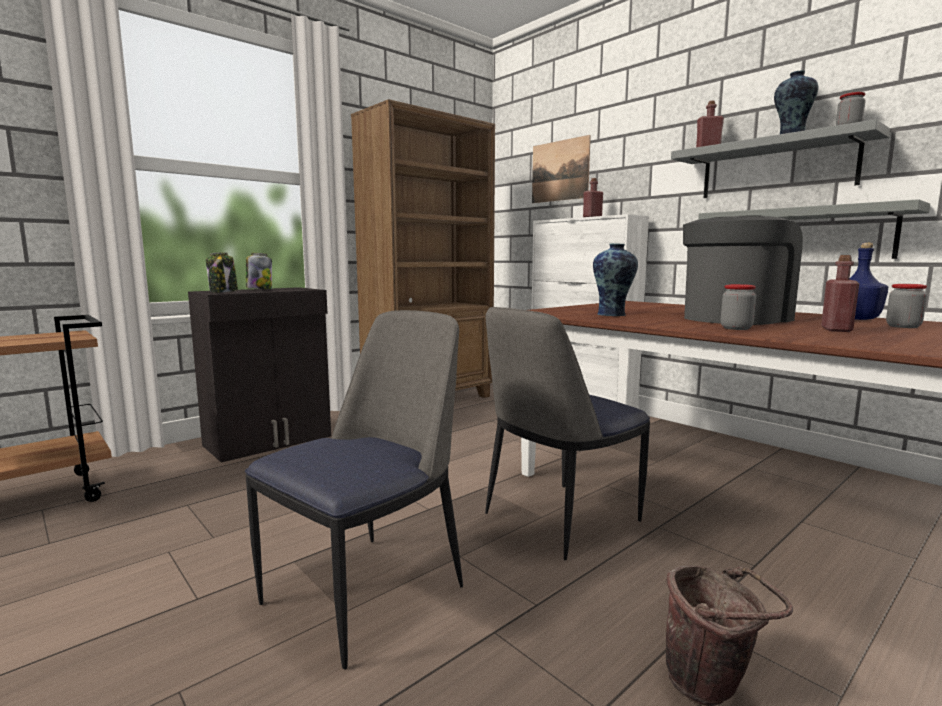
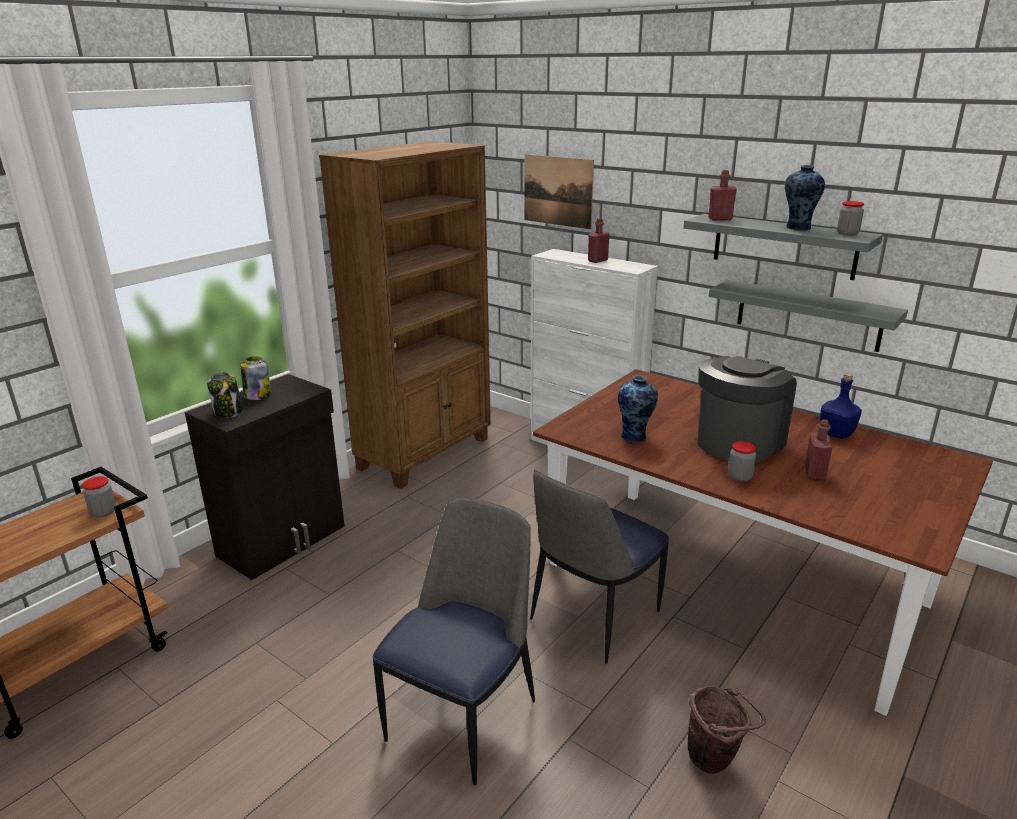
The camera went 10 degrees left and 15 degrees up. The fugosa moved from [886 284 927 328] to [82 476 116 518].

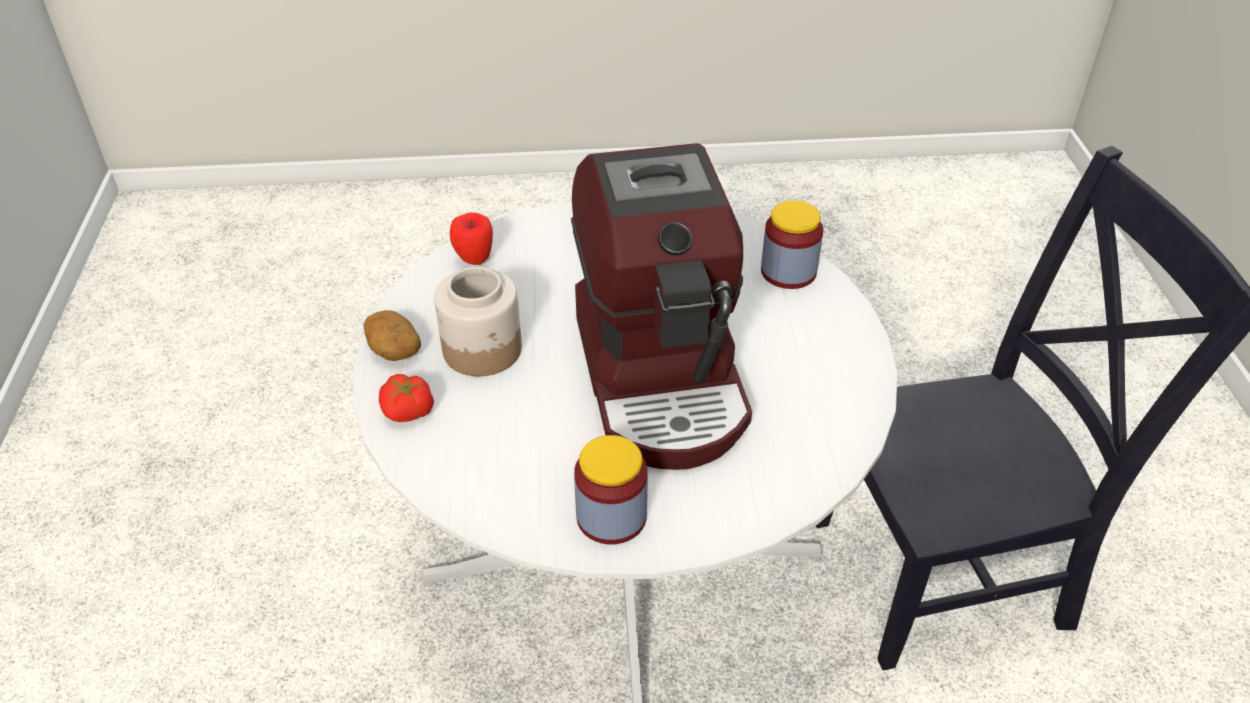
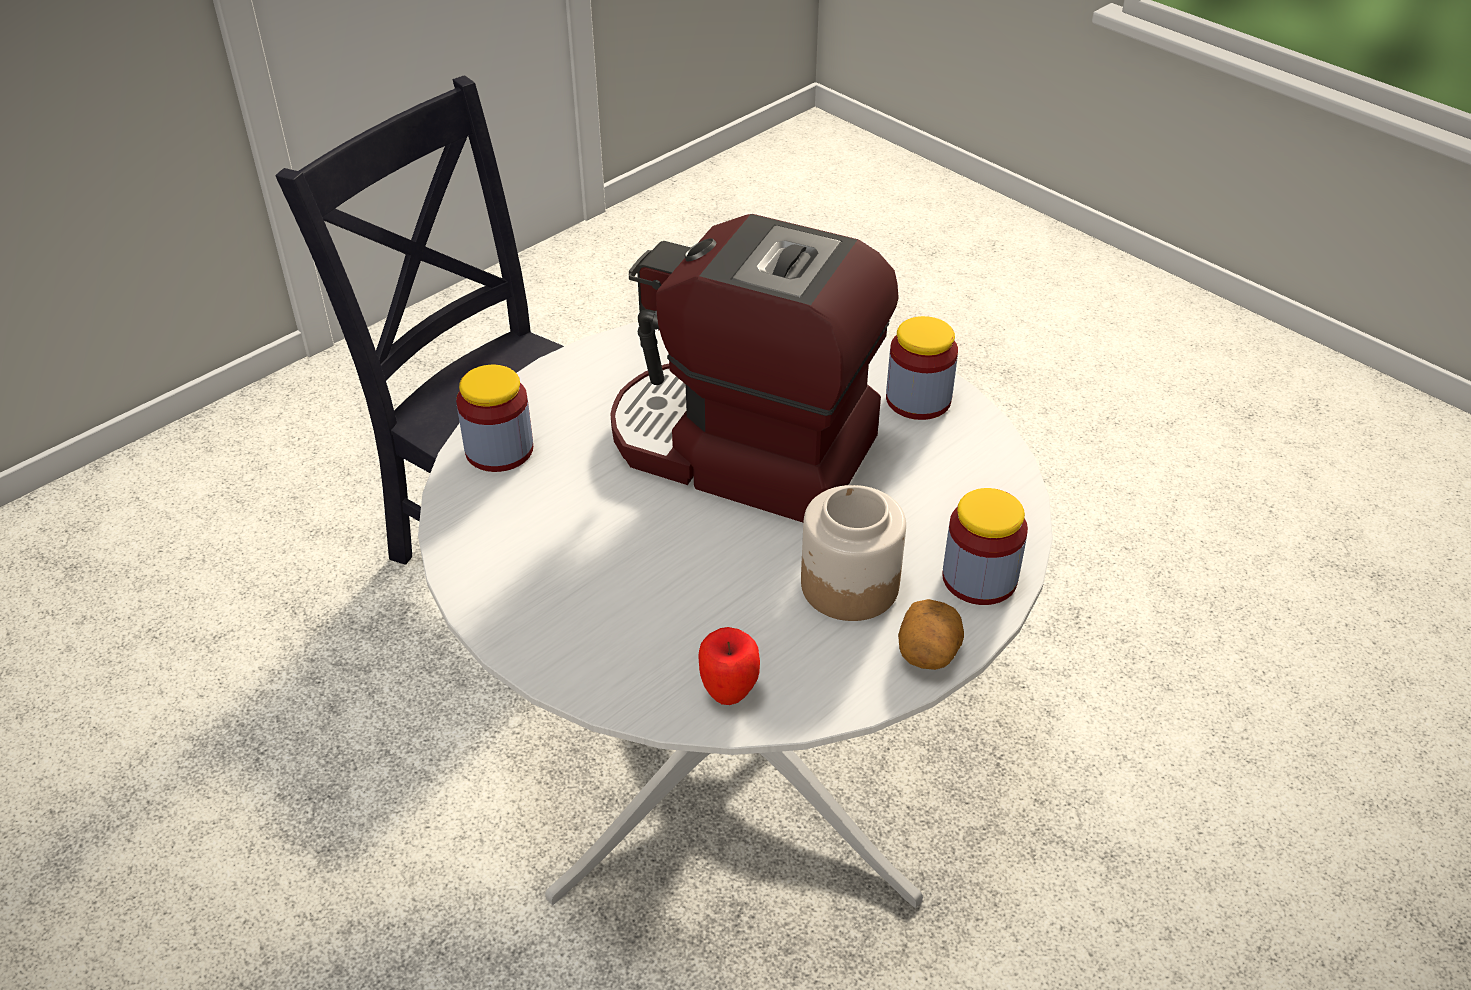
The camera went 130 degrees left and 0 degrees up. The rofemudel at [571 143 752 470] turned 105 degrees counterclockwise. The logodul at [379 374 434 422] was replaced by the fugosa at [942 488 1028 605].

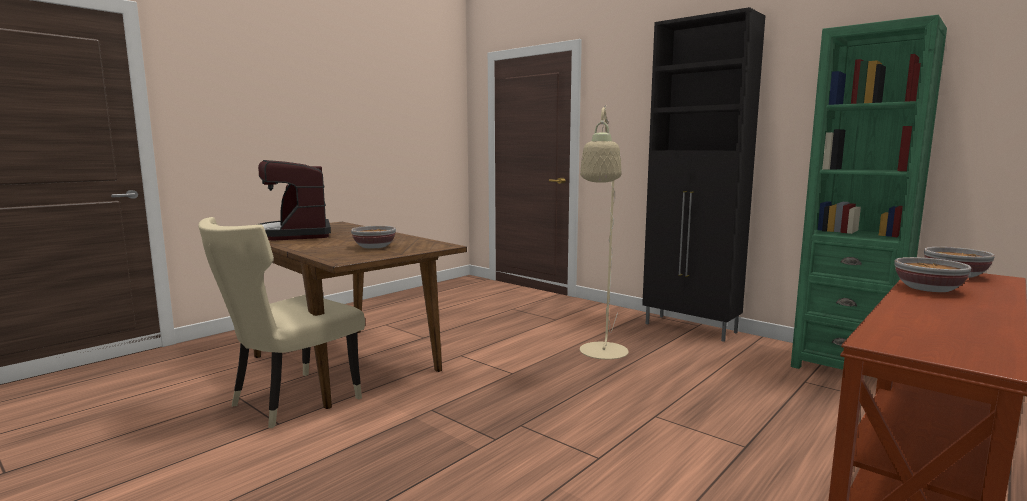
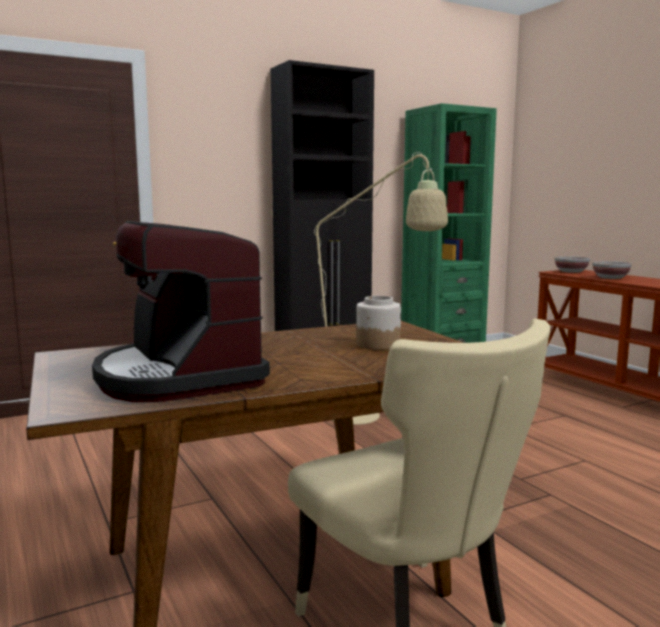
The camera went 70 degrees left and 0 degrees up. The rofemudel at [257 160 331 240] turned 60 degrees clockwise. The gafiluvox at [351 226 396 248] was replaced by the fugosa at [356 296 401 350].

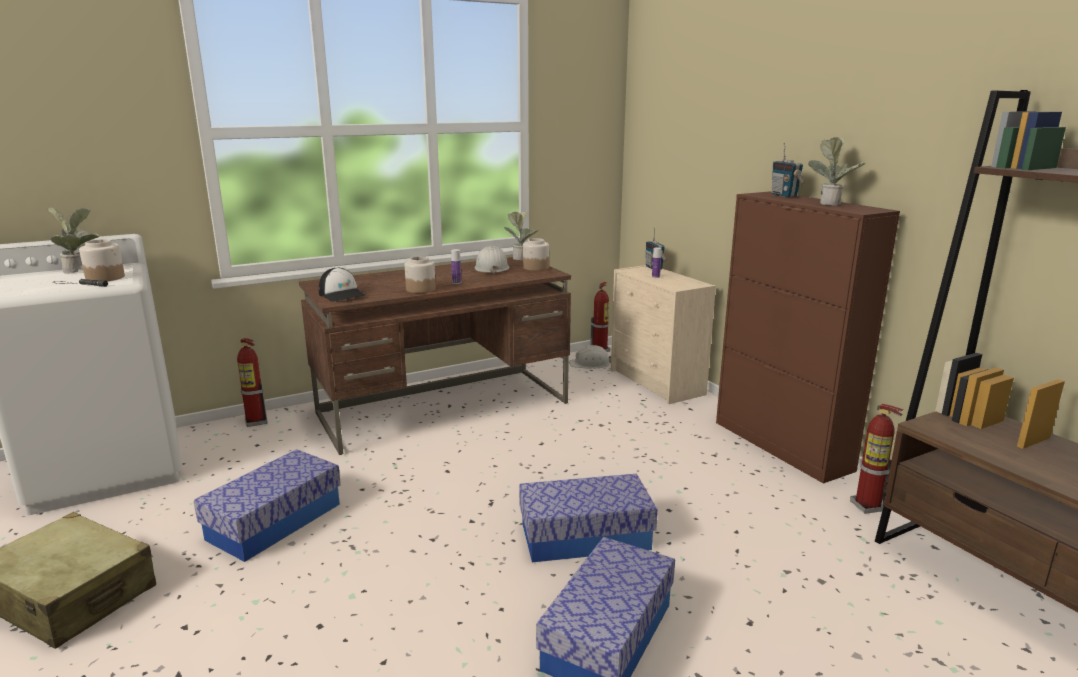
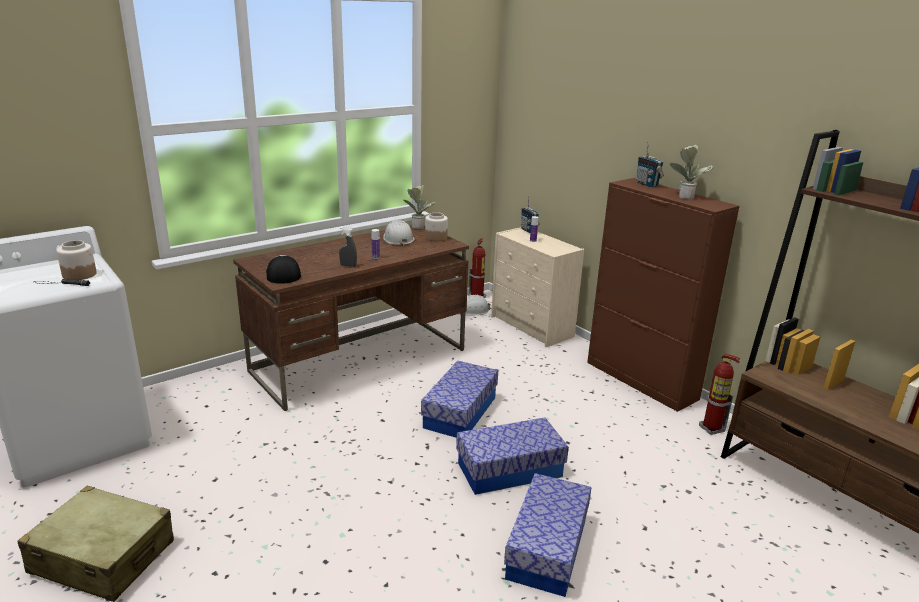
The camera went 10 degrees left and 5 degrees up. The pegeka at [319 267 367 302] turned 150 degrees counterclockwise. The fugosa at [405 256 436 293] was replaced by the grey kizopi at [339 227 357 267]. The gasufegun moved from [194 449 341 562] to [421 360 498 438]. The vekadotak at [48 207 99 274] disappeared. The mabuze at [237 338 268 427] disappeared.

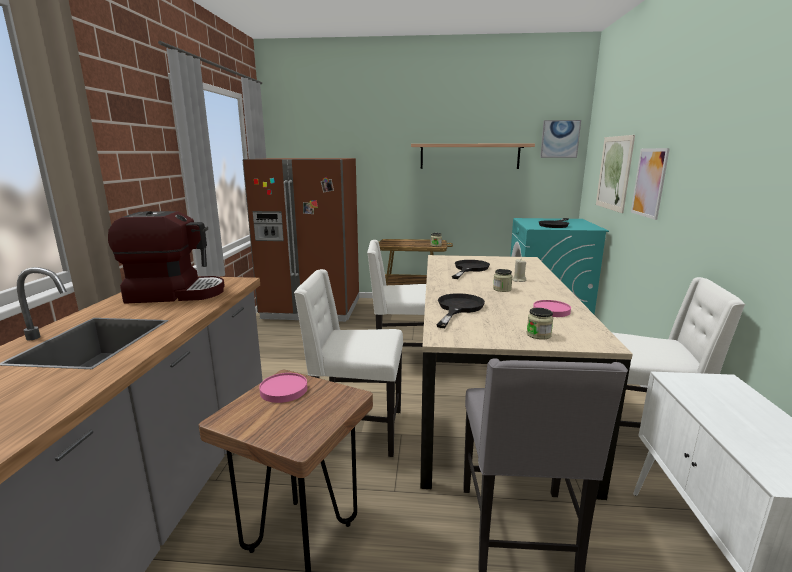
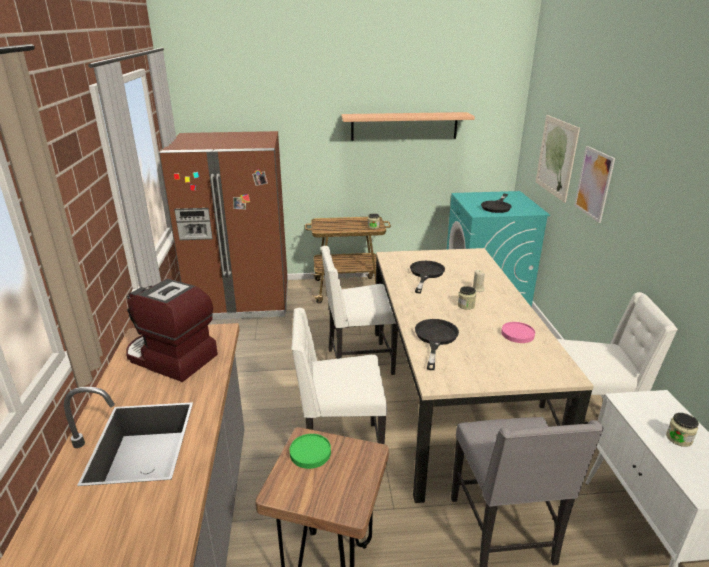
The camera went 10 degrees left and 10 degrees up. The rofemudel at [108 211 225 304] turned 135 degrees counterclockwise. The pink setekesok at [259 373 307 403] became the green setekesok at [290 434 331 469]. The fugosa moved from [527 308 553 340] to [666 413 699 447]. The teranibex at [540 120 581 158] disappeared.

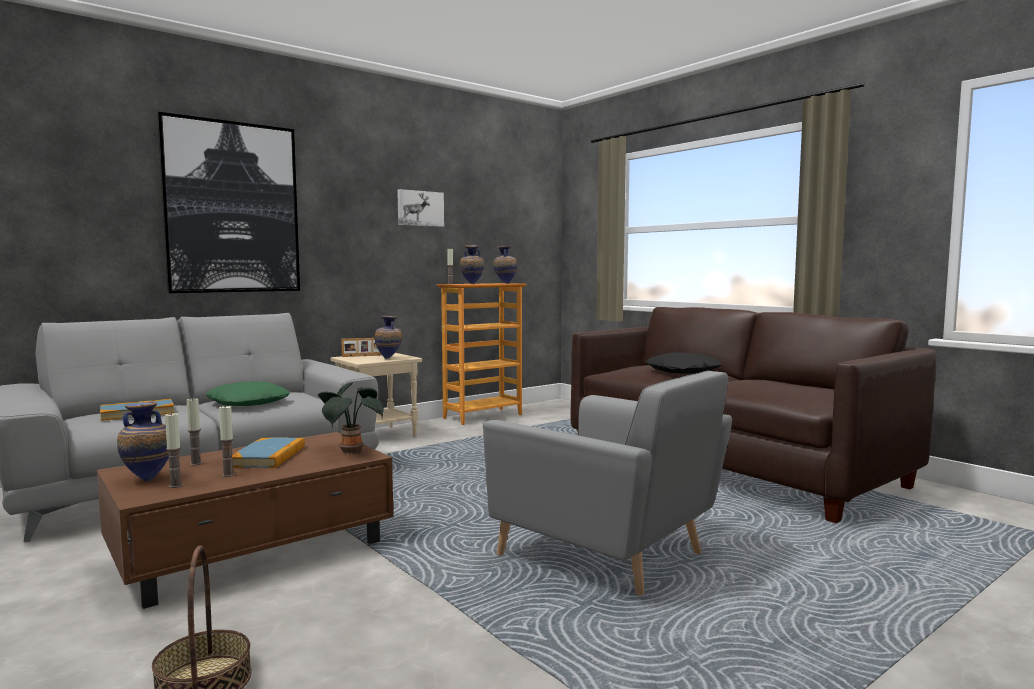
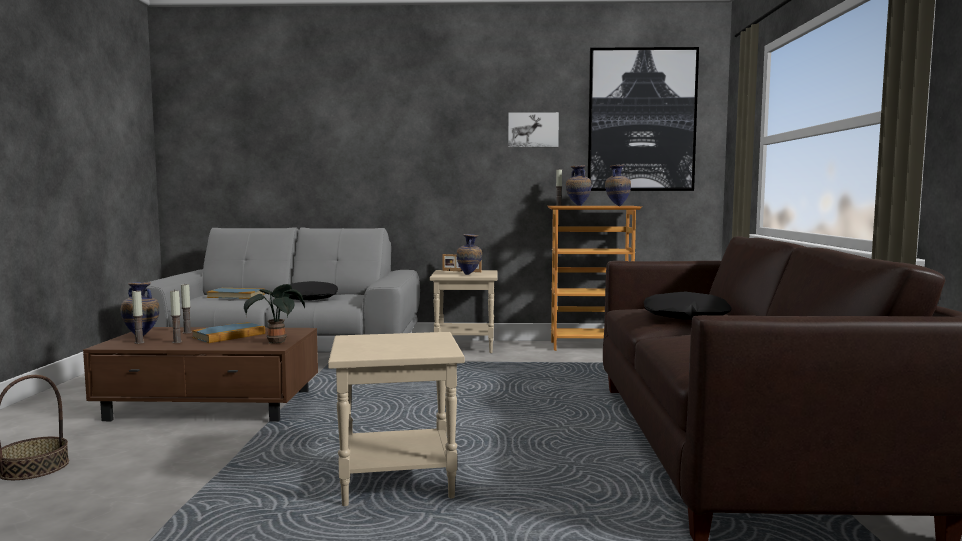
The camera went 40 degrees right and 0 degrees up. The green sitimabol at [205 381 290 406] became the black sitimabol at [289 281 338 300]. The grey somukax at [483 370 732 595] was replaced by the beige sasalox at [328 332 465 506]. The teranibex moved from [157 112 300 293] to [588 47 699 191].

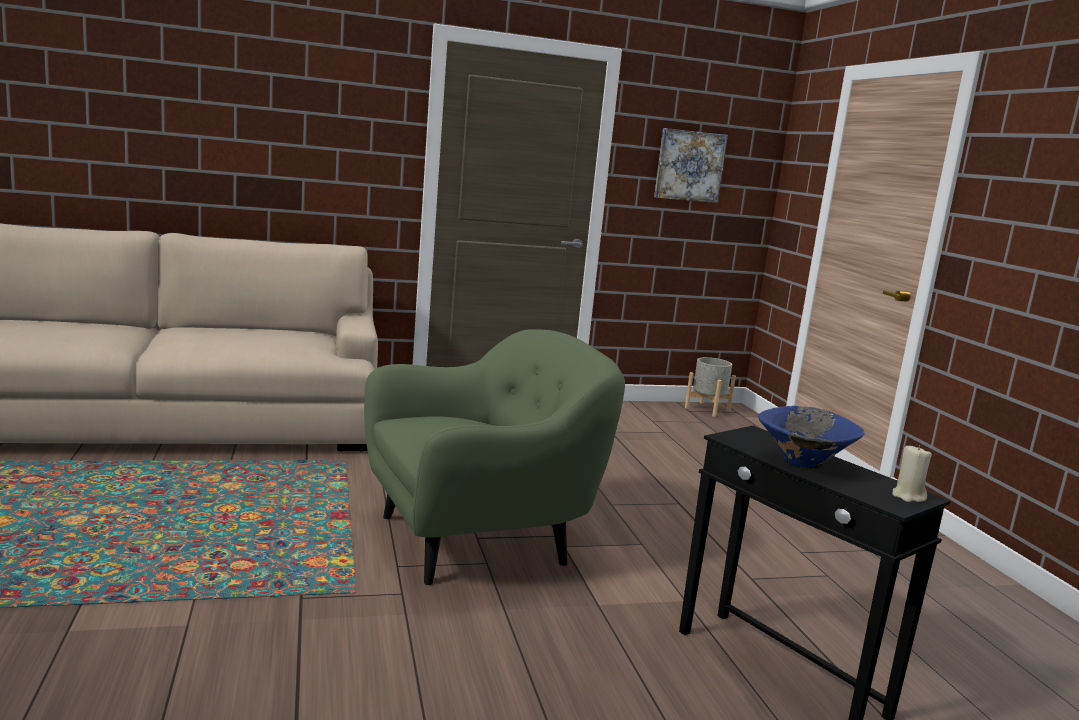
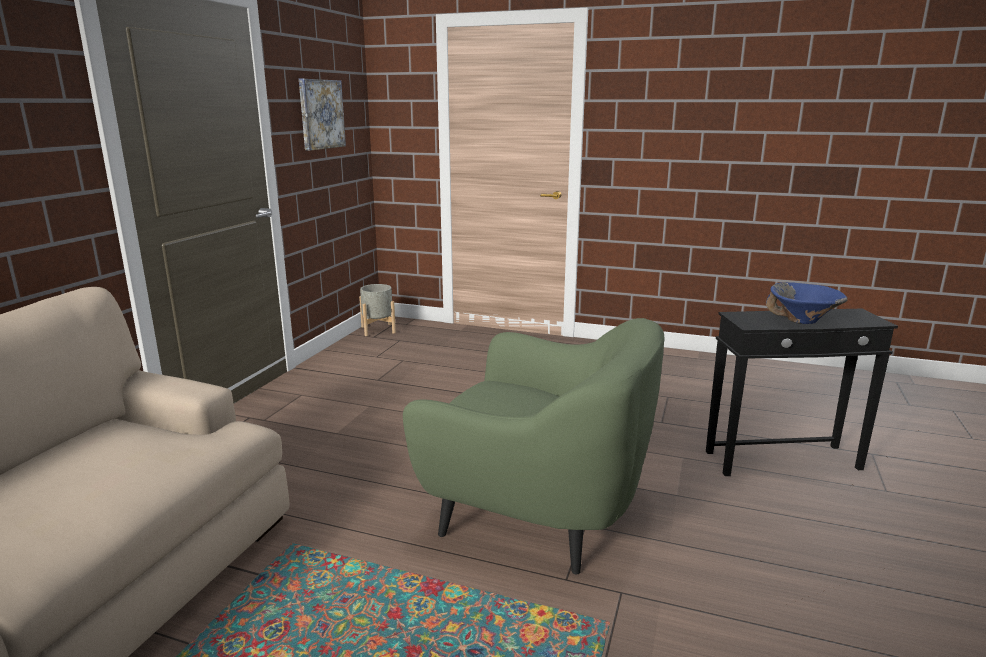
The camera went 55 degrees left and 5 degrees up. The green somukax at [364 329 625 585] turned 105 degrees clockwise. The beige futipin at [892 445 932 502] disappeared.

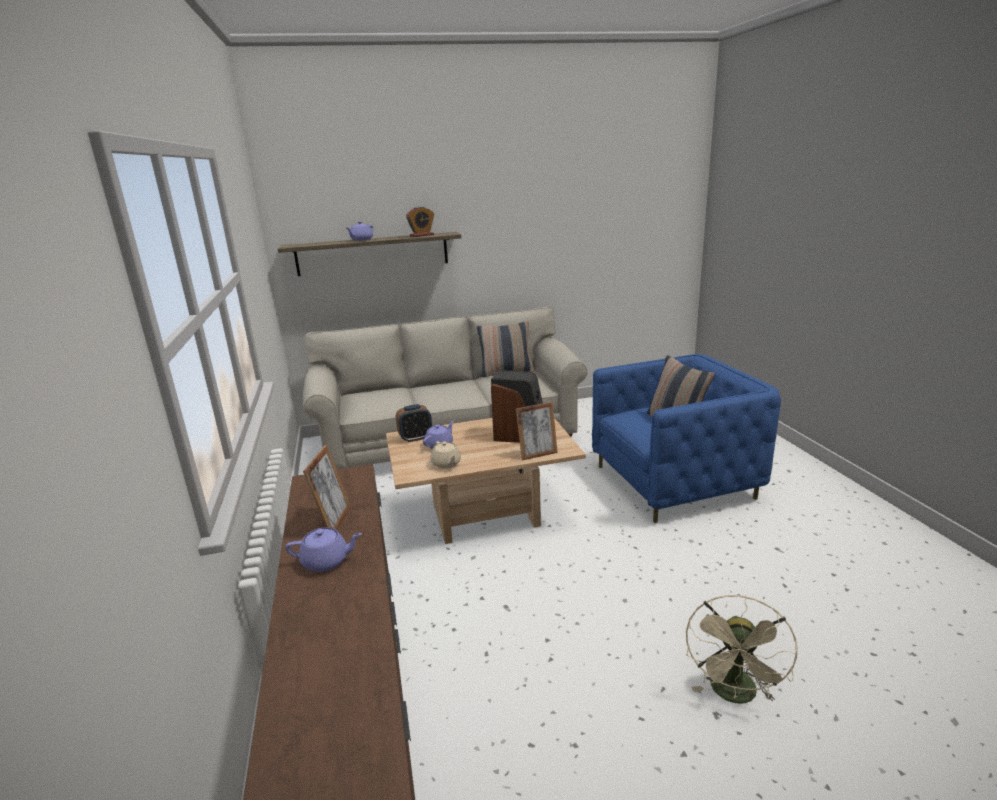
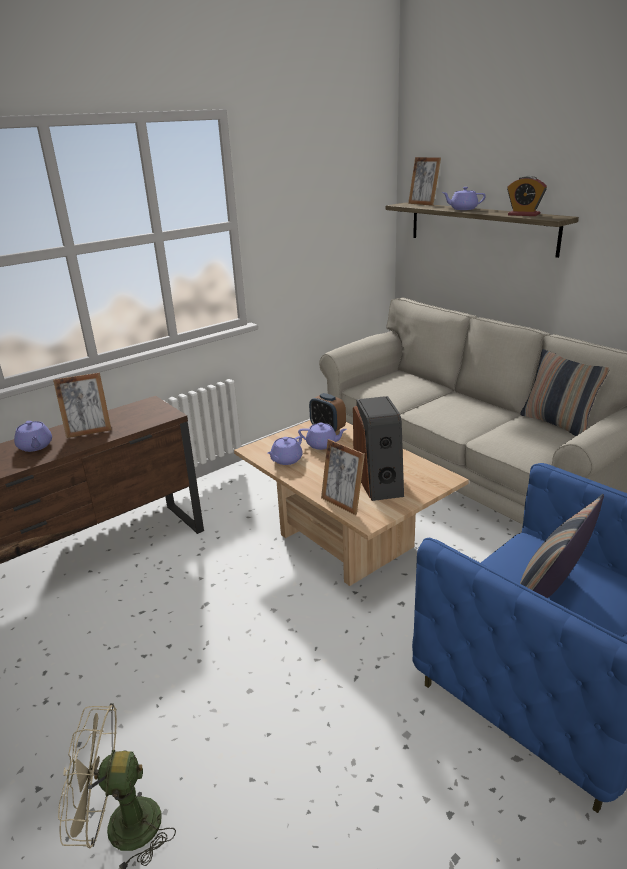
The camera went 65 degrees right and 5 degrees up. The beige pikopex at [430 441 461 468] became the purple pikopex at [267 436 303 465]. The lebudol at [408 157 441 206] appeared.

